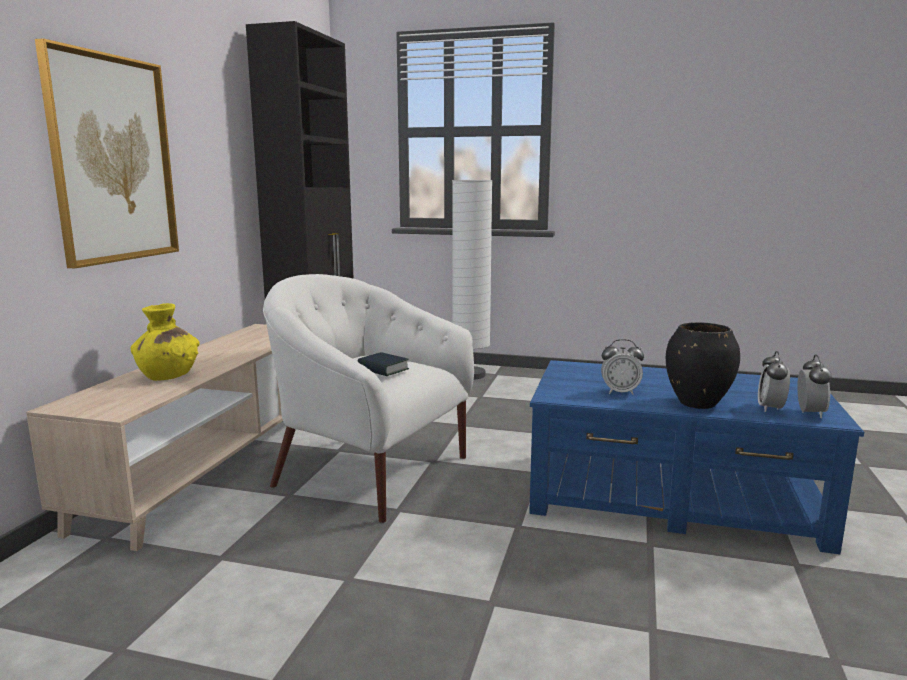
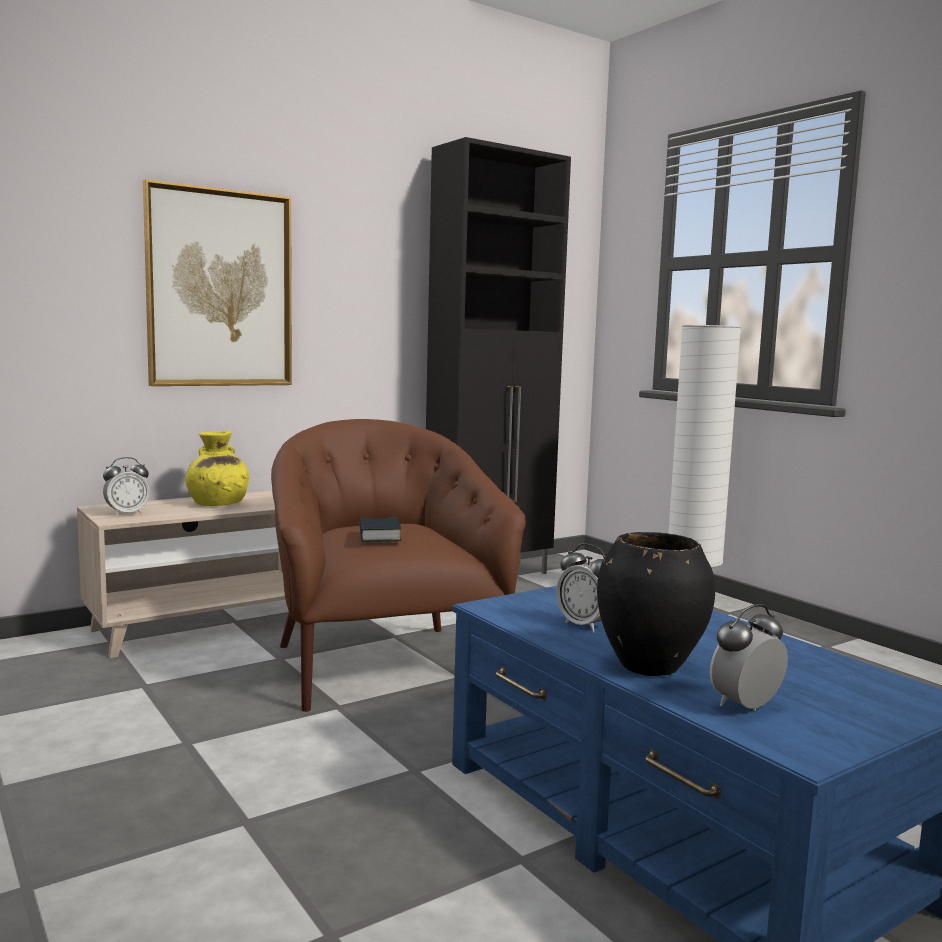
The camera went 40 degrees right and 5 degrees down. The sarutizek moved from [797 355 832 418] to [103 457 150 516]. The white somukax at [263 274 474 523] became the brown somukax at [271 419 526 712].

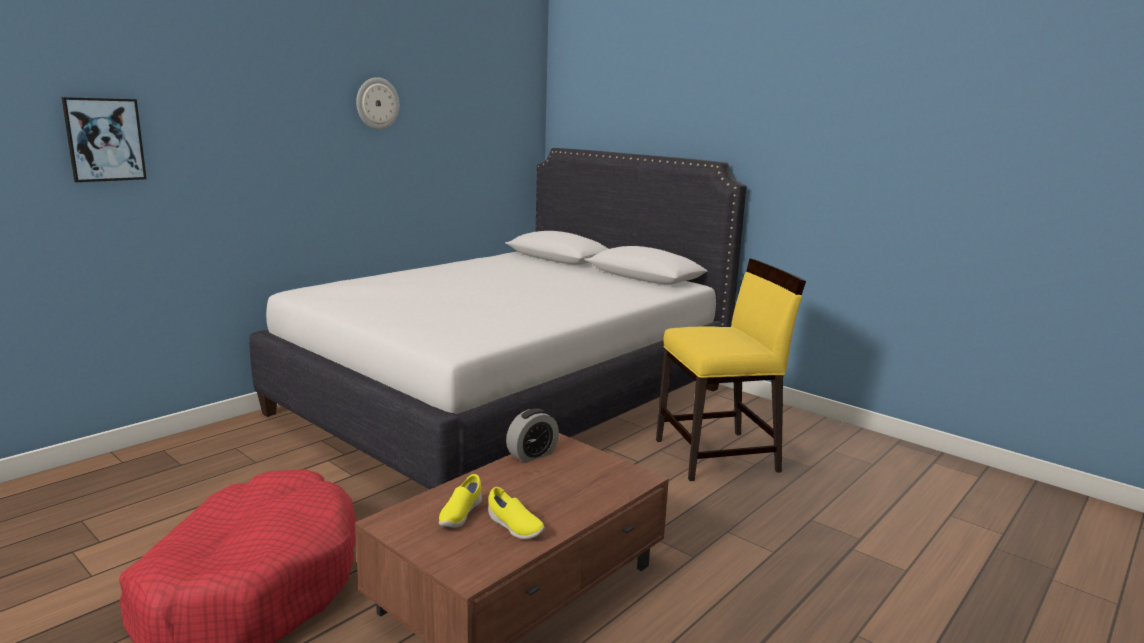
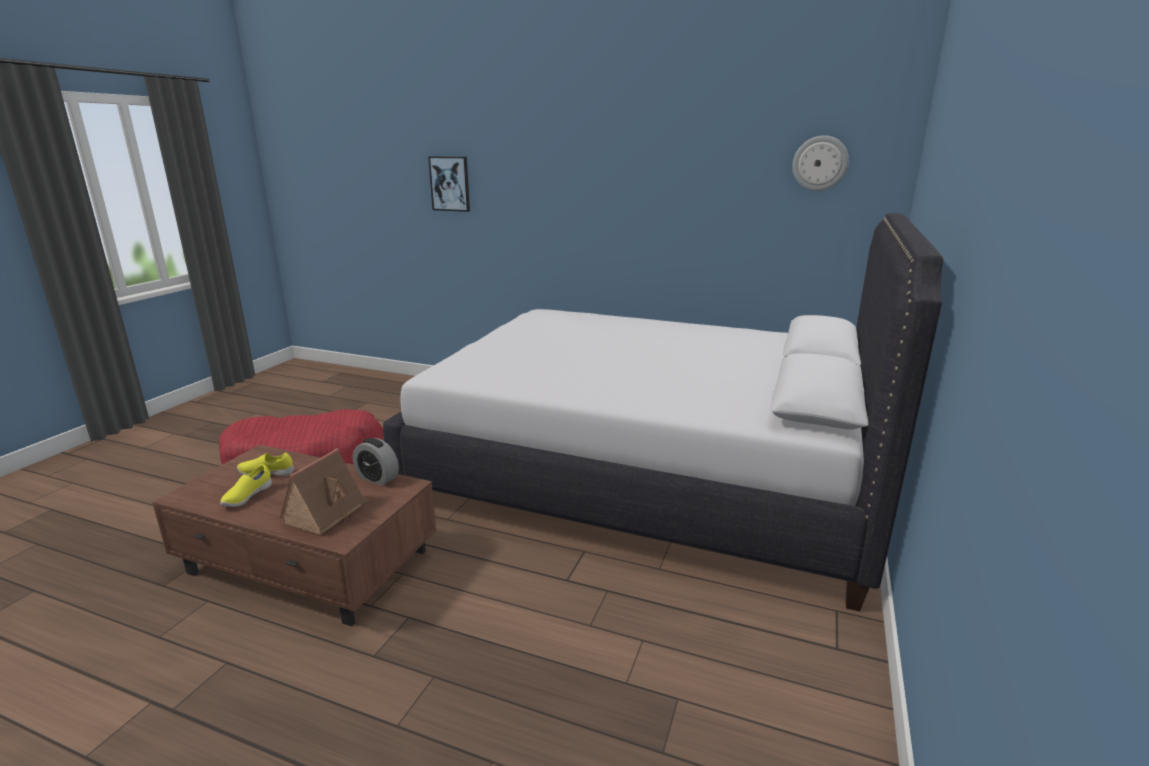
The camera went 70 degrees right and 5 degrees up. The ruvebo at [280 448 370 535] appeared. The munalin moved from [356 77 399 130] to [792 135 849 191]. The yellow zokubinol at [656 259 806 481] disappeared.

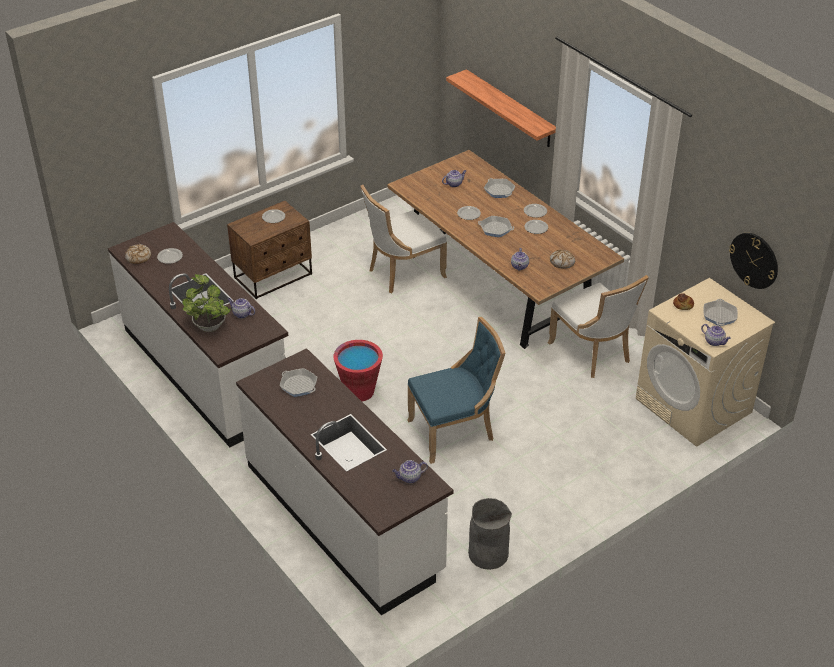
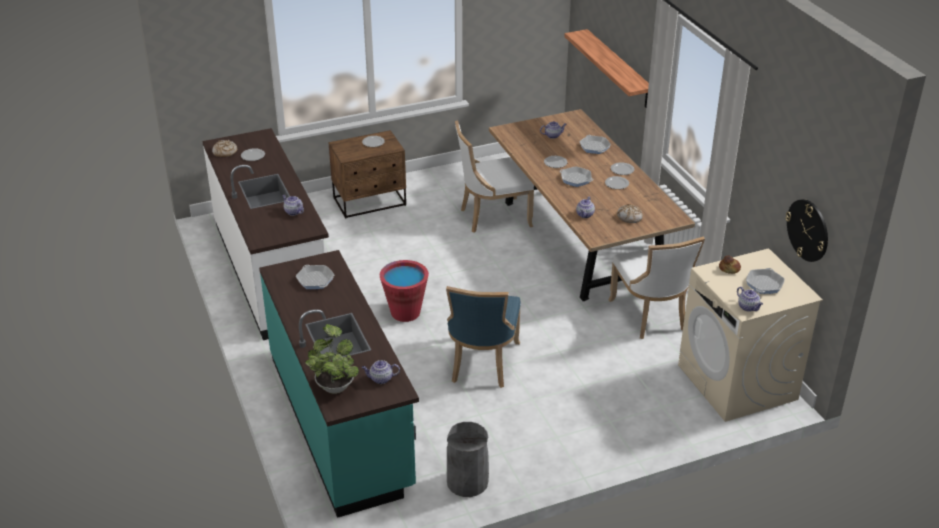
The camera went 15 degrees right and 5 degrees down. The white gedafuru at [236 348 453 616] became the turquoise gedafuru at [259 250 419 518]. The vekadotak moved from [182 274 231 332] to [305 324 359 394]. The blue zokubinol at [407 317 505 464] turned 105 degrees clockwise.

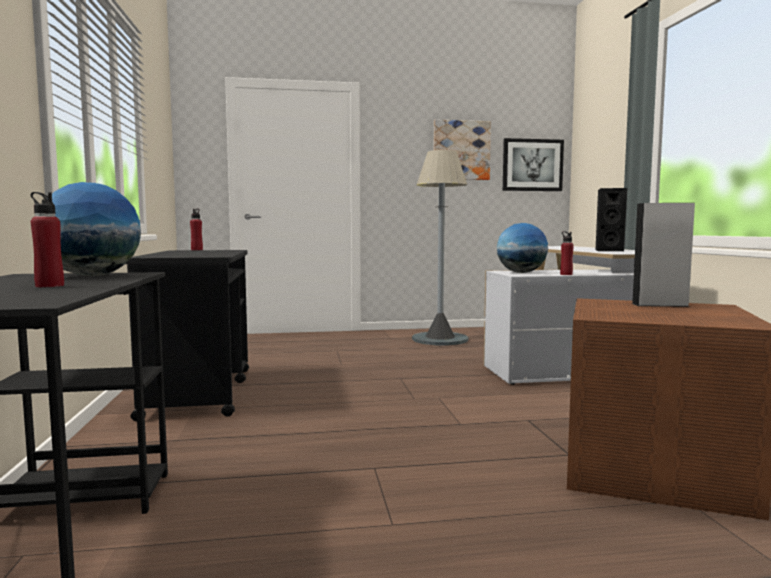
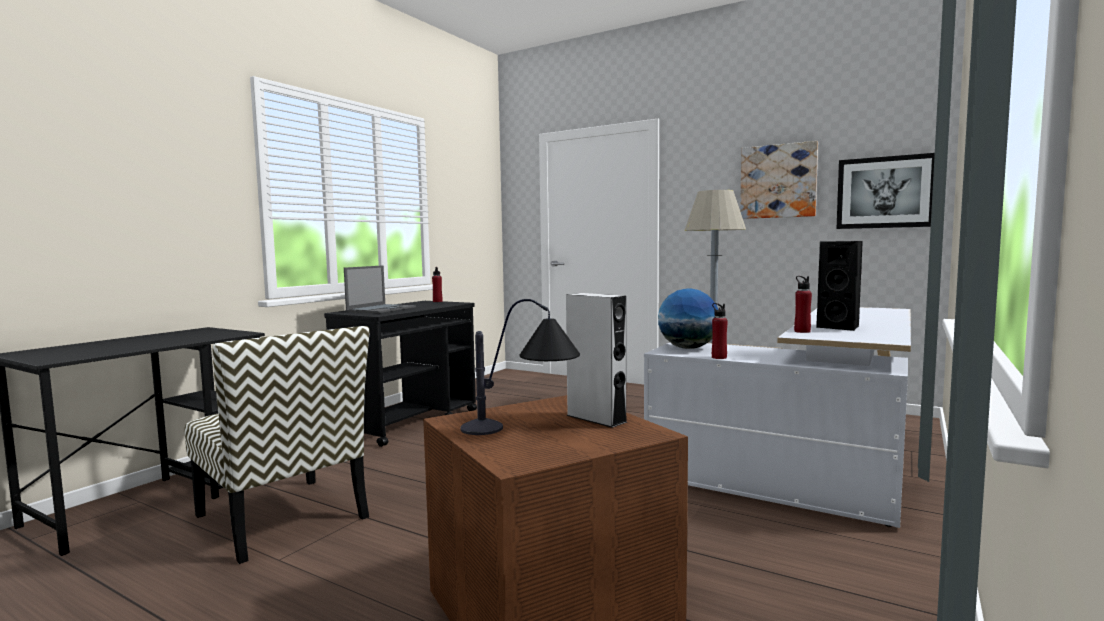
The camera went 40 degrees right and 0 degrees up. The zokubinol at [184 326 369 564] appeared. The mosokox at [344 265 416 313] appeared. The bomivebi at [460 299 580 435] appeared. The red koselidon moved from [31 192 64 287] to [794 276 812 333]. The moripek at [52 182 141 276] disappeared.

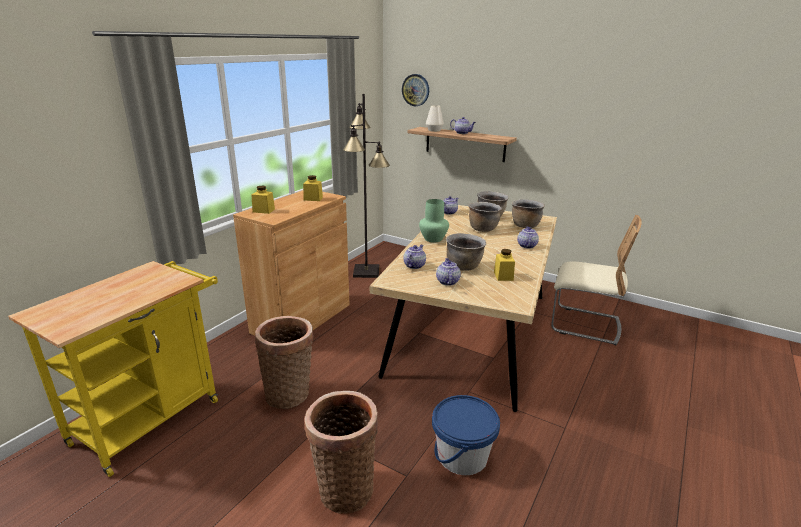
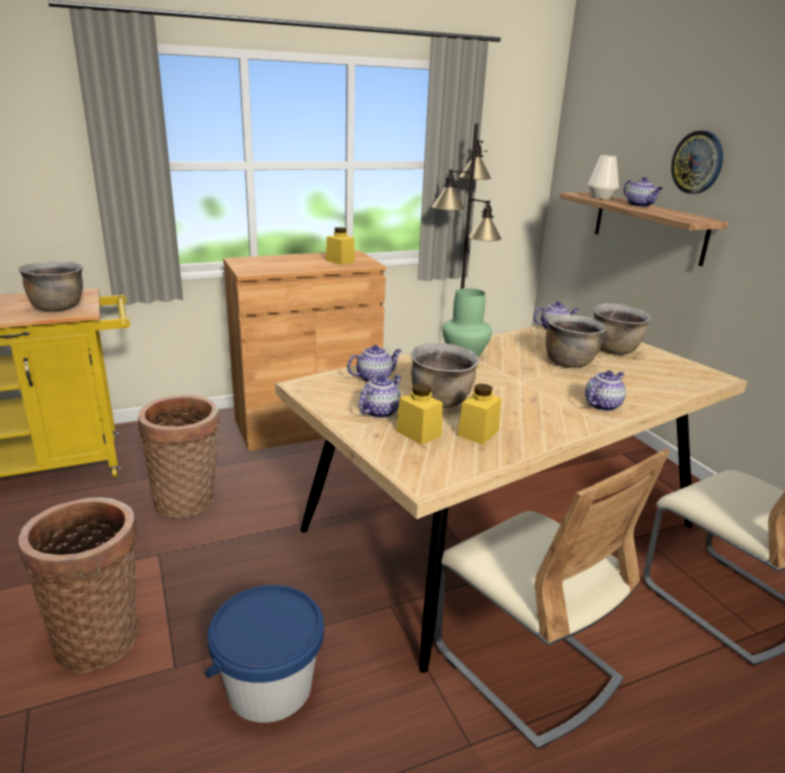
The camera went 35 degrees right and 0 degrees up. The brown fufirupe moved from [512 199 545 228] to [19 261 83 312]. The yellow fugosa moved from [251 186 275 214] to [396 384 443 445]. The beige zokubinol at [434 448 670 750] appeared. The munalin moved from [402 74 429 106] to [671 131 723 194].

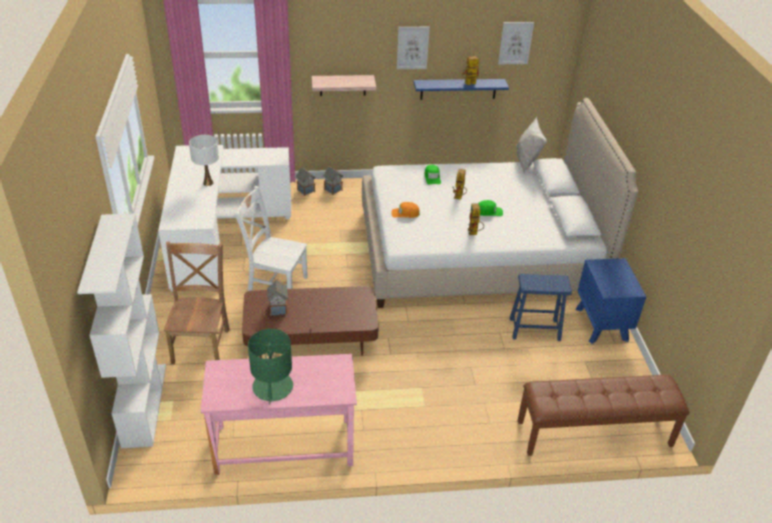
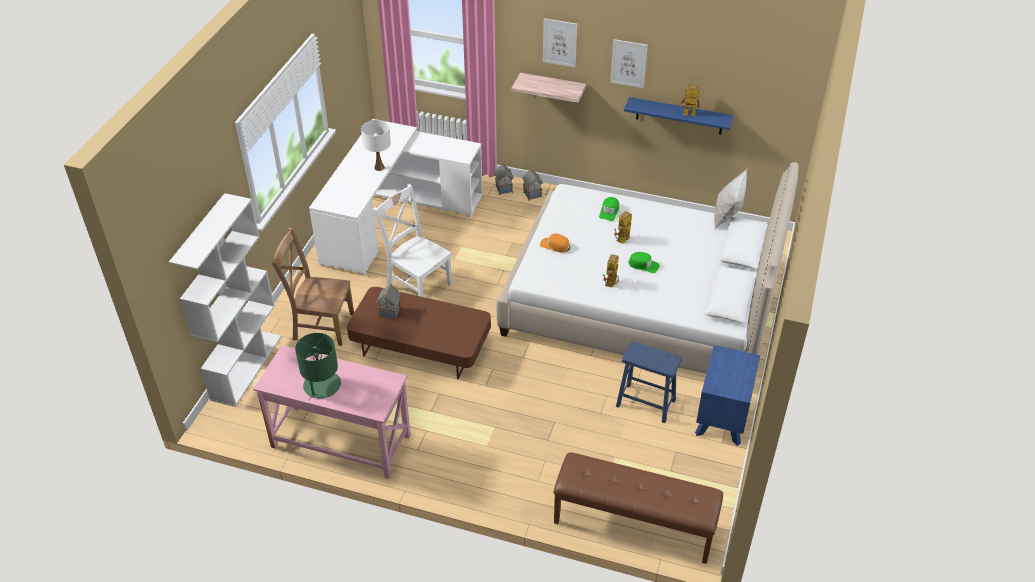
The camera went 25 degrees right and 5 degrees up. The brown zokubinol at [164 241 230 364] turned 105 degrees counterclockwise. The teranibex moved from [498 22 534 64] to [543 18 577 68].

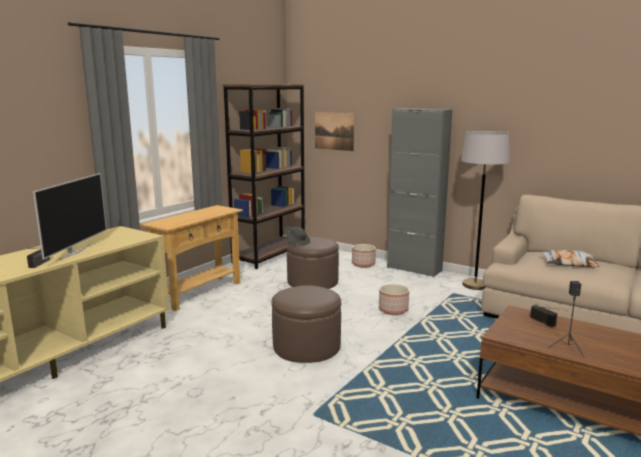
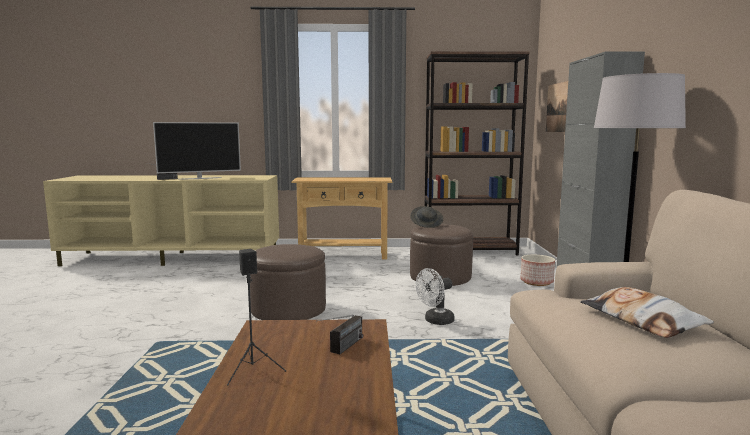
The camera went 55 degrees right and 5 degrees down. The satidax at [379 284 409 315] was replaced by the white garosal at [416 268 455 325].

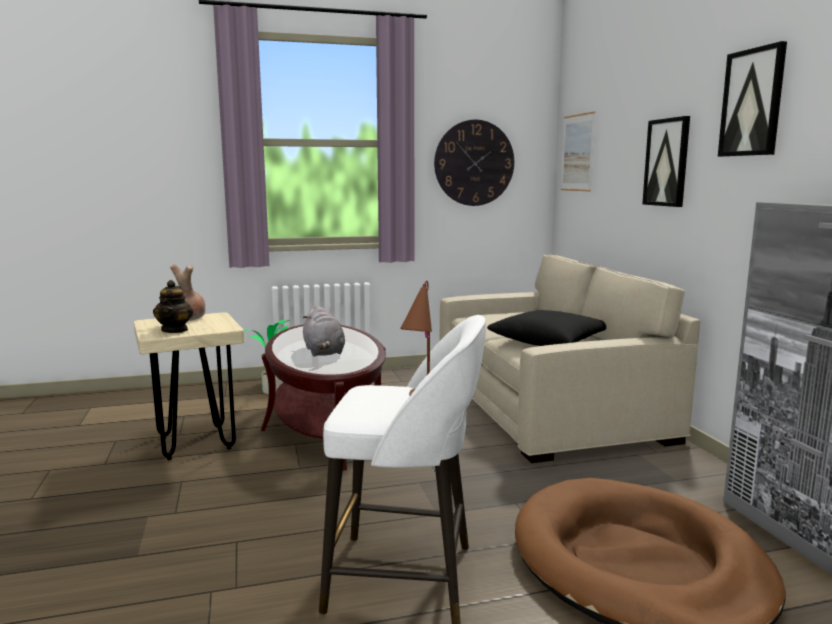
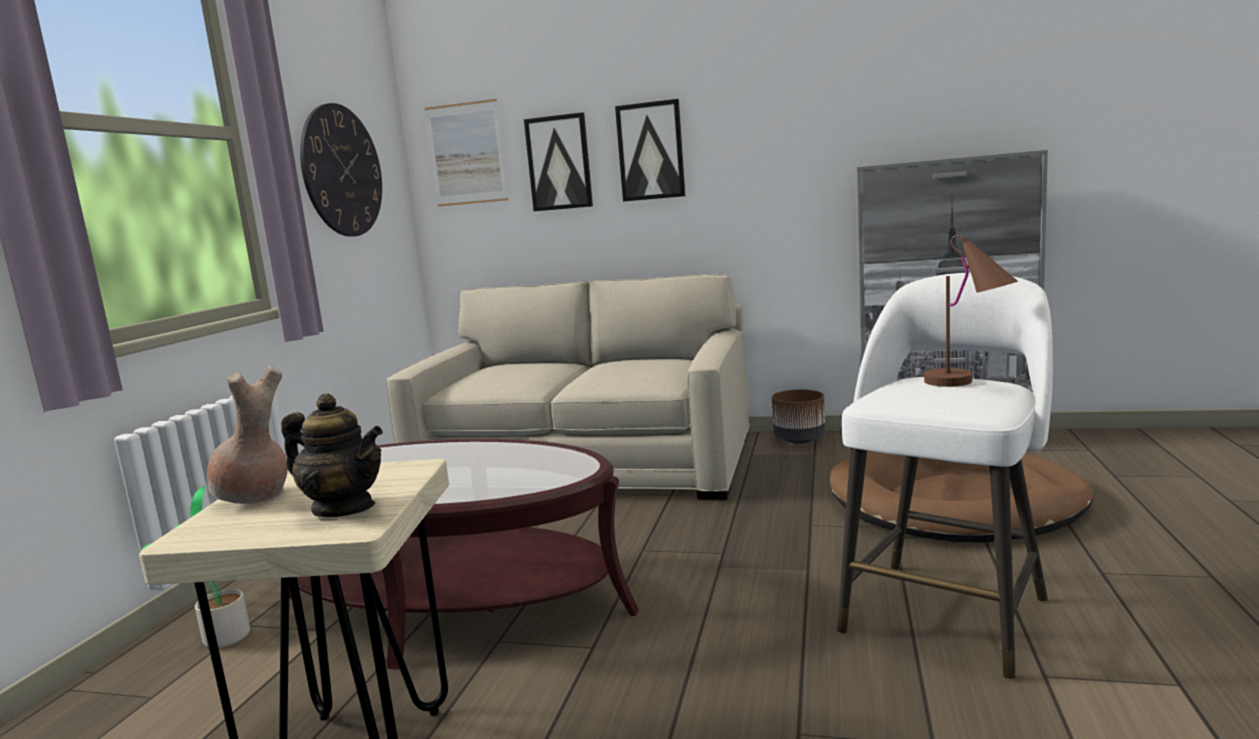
The camera went 60 degrees left and 0 degrees up. The teranibex moved from [718 41 787 157] to [524 112 593 211]. The brown satidax at [772 389 825 444] appeared. The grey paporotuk at [303 305 345 356] disappeared. The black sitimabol at [487 310 606 346] disappeared.

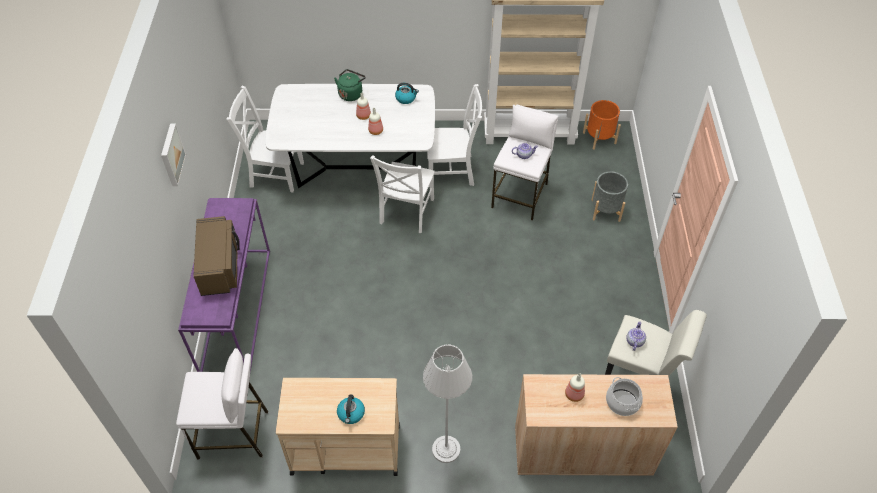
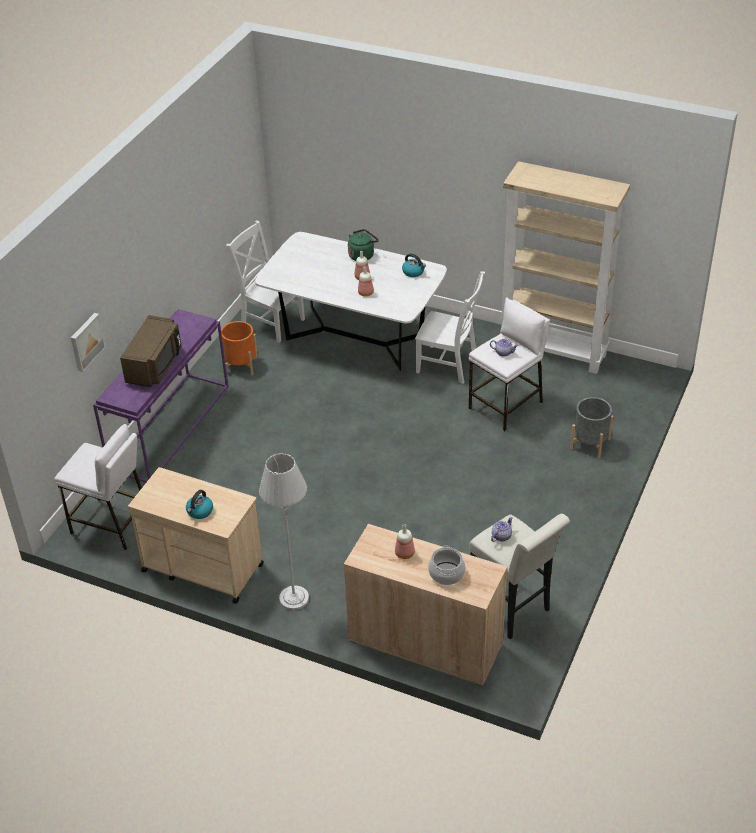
The camera went 25 degrees right and 10 degrees down. The teranibex moved from [161 123 186 186] to [71 313 106 372]. The orange satidax moved from [583 100 621 150] to [221 321 258 375]. The white zokubinol at [370 155 435 233] disappeared.

